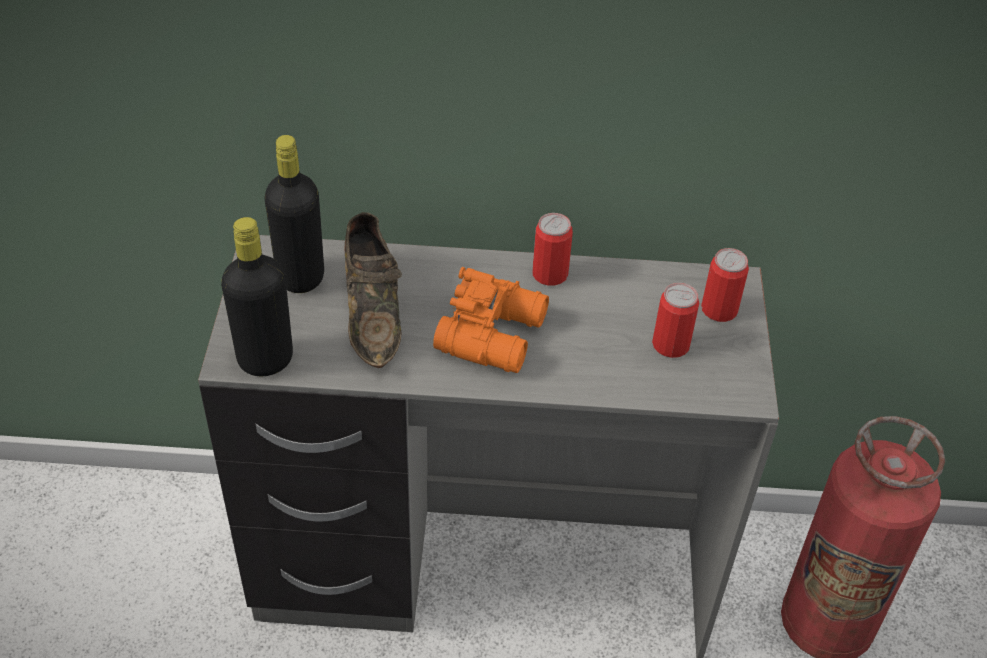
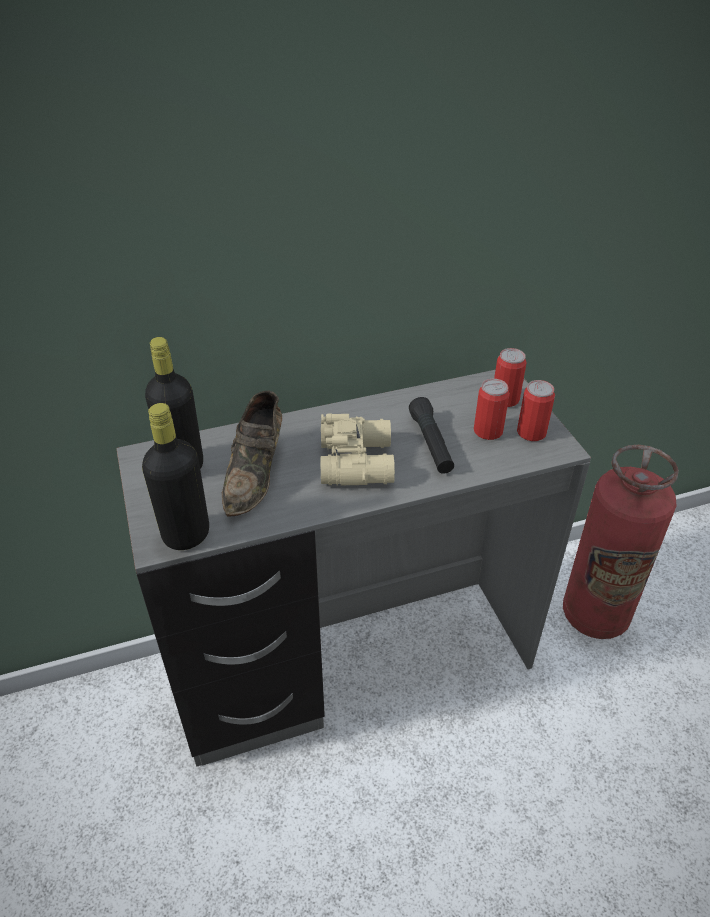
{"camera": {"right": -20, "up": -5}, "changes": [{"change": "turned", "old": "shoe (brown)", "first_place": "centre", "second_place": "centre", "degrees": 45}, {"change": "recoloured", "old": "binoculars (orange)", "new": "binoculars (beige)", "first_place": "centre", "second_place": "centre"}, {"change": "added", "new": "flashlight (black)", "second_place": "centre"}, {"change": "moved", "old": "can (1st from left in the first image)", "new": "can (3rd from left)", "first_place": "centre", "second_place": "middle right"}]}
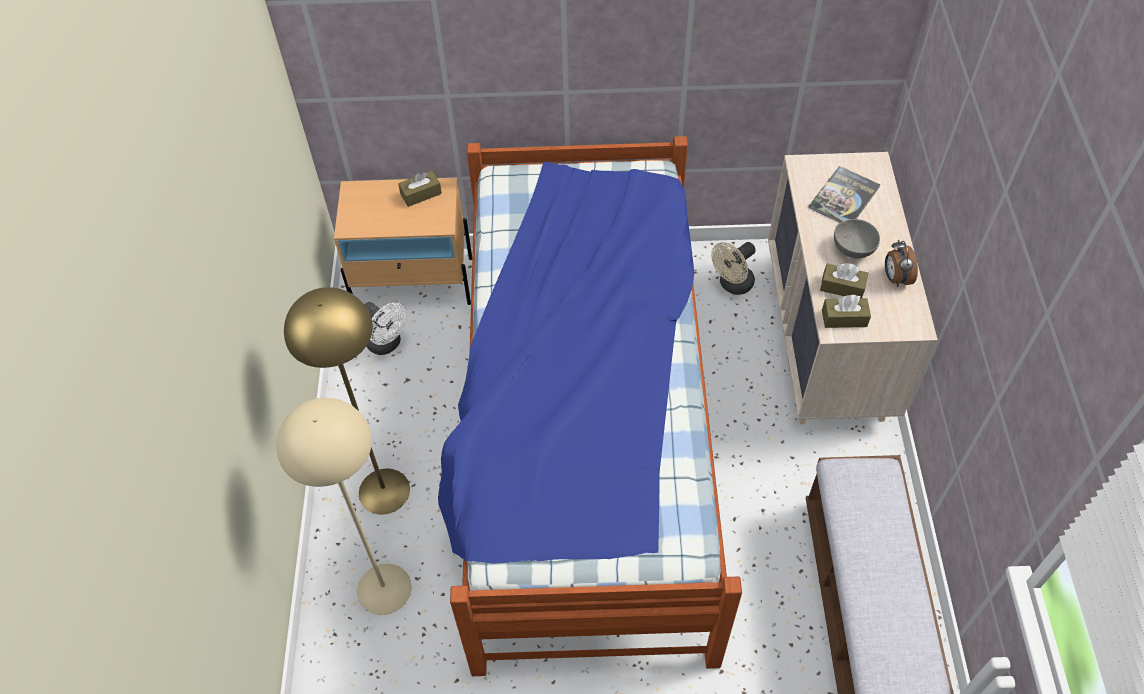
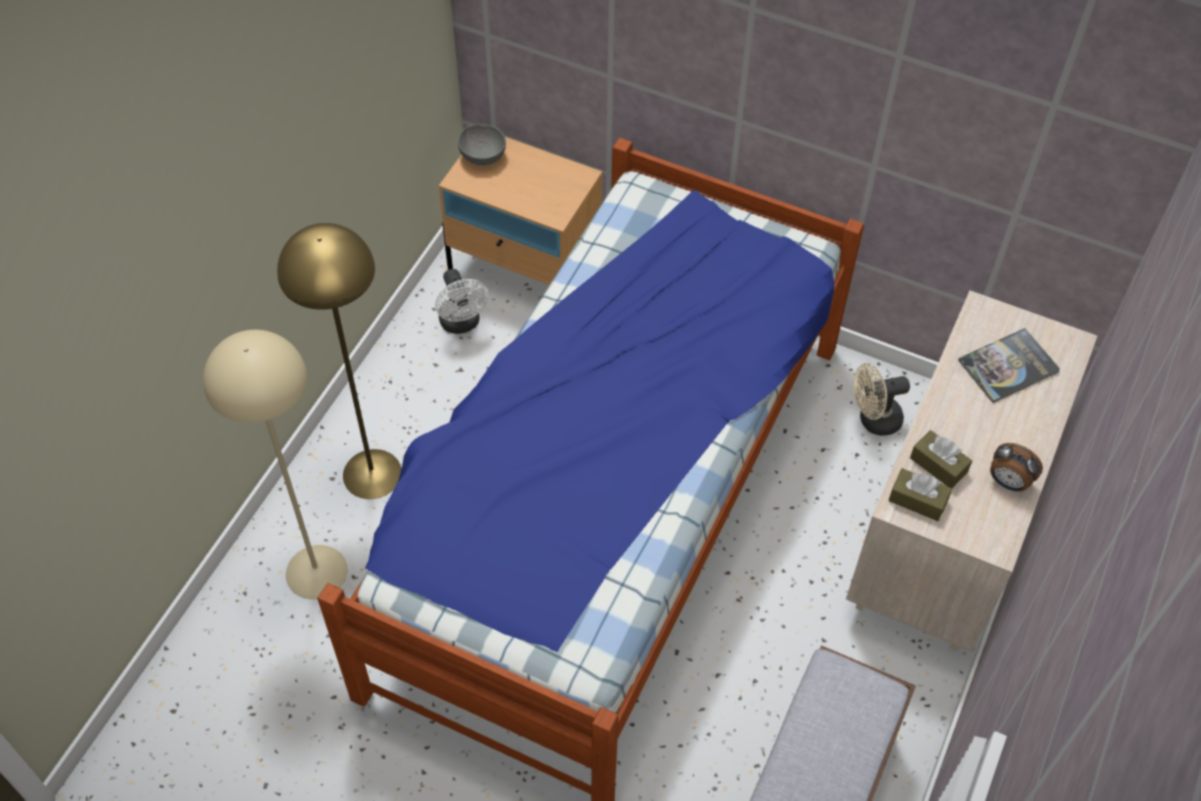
{"camera": {"right": 25, "up": 0}, "changes": [{"change": "moved", "old": "bowl (grey)", "first_place": "middle right", "second_place": "top centre"}, {"change": "turned", "old": "alarm clock", "first_place": "middle right", "second_place": "middle right", "degrees": -75}, {"change": "removed", "old": "tissue box (brown) (1st from left)", "first_place": "top centre"}]}
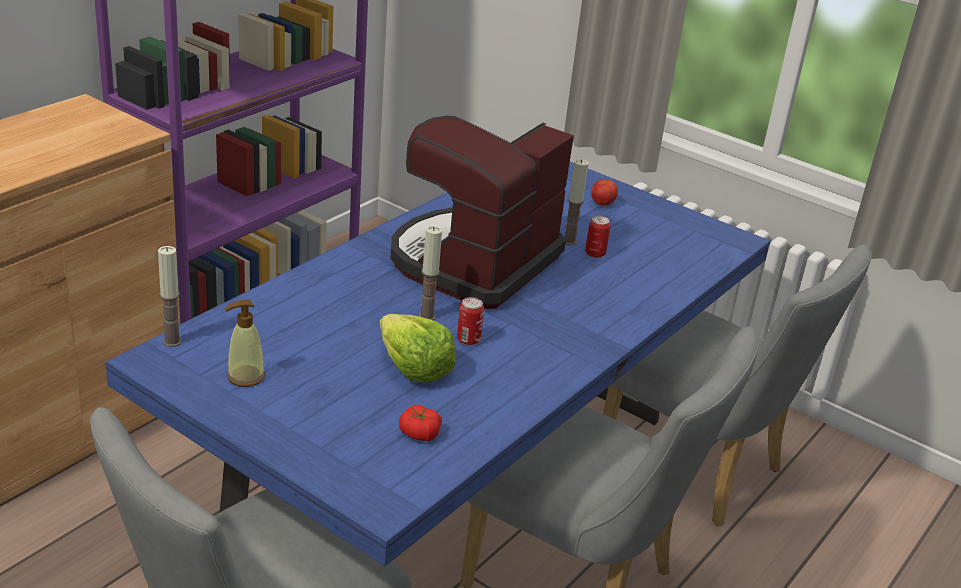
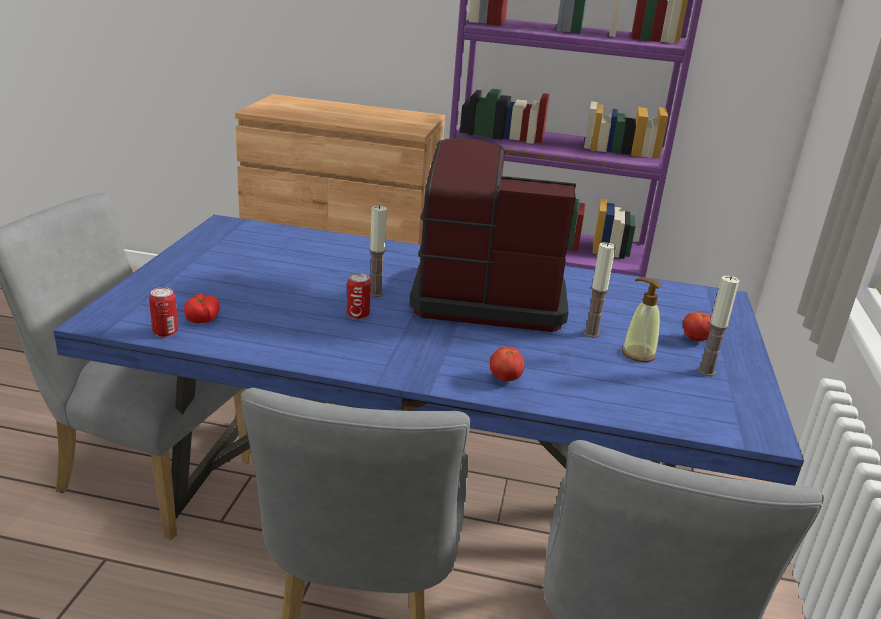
{"camera": {"right": 65, "up": -5}, "changes": [{"change": "moved", "old": "can (2nd from left in the first image)", "new": "can (1st from left)", "first_place": "centre", "second_place": "middle left"}, {"change": "added", "new": "tomato (2nd from left)", "second_place": "centre"}, {"change": "moved", "old": "soap dispenser", "first_place": "middle left", "second_place": "middle right"}, {"change": "moved", "old": "candle (1st from left in the first image)", "new": "candle (3rd from left)", "first_place": "middle left", "second_place": "middle right"}, {"change": "removed", "old": "lettuce", "first_place": "centre"}]}
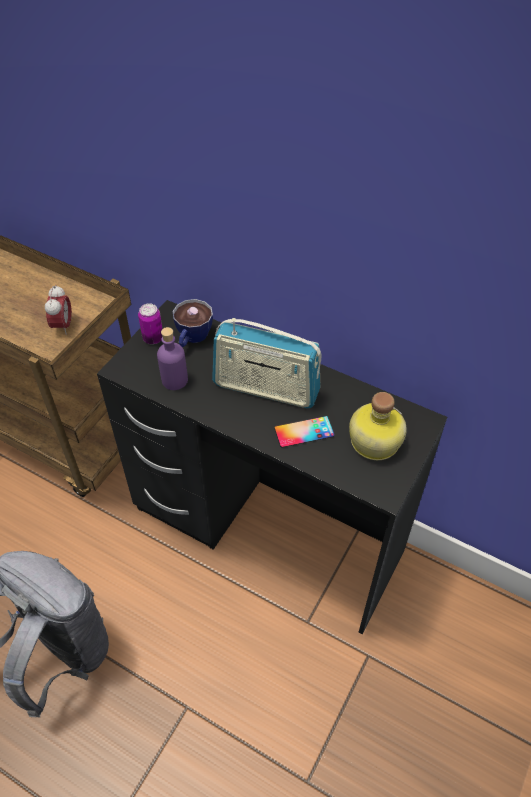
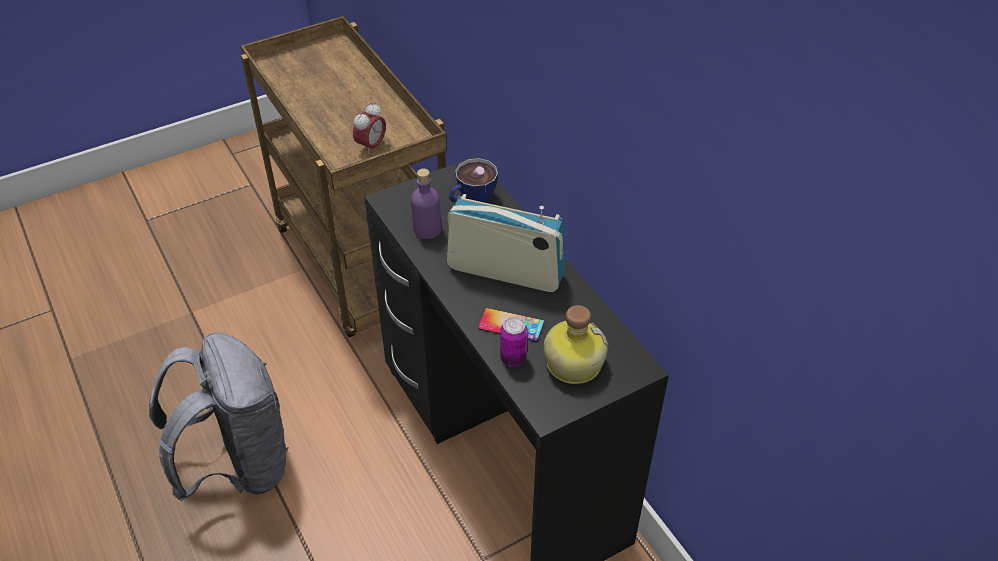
{"camera": {"right": 30, "up": -5}, "changes": [{"change": "turned", "old": "radio", "first_place": "centre", "second_place": "centre", "degrees": 150}, {"change": "moved", "old": "can", "first_place": "middle left", "second_place": "centre"}]}
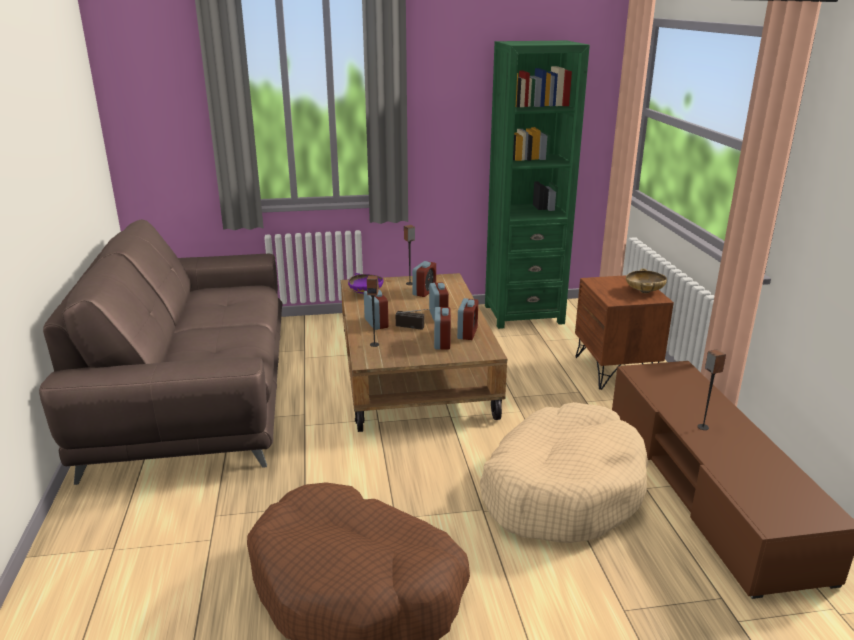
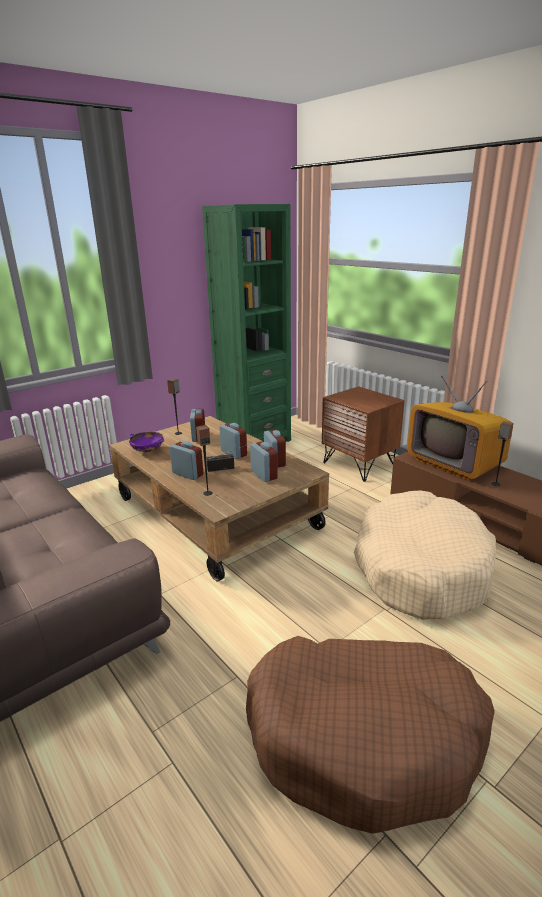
{"camera": {"right": -30, "up": 0}, "changes": [{"change": "added", "new": "television", "second_place": "middle right"}, {"change": "removed", "old": "bowl (beige)", "first_place": "middle right"}]}
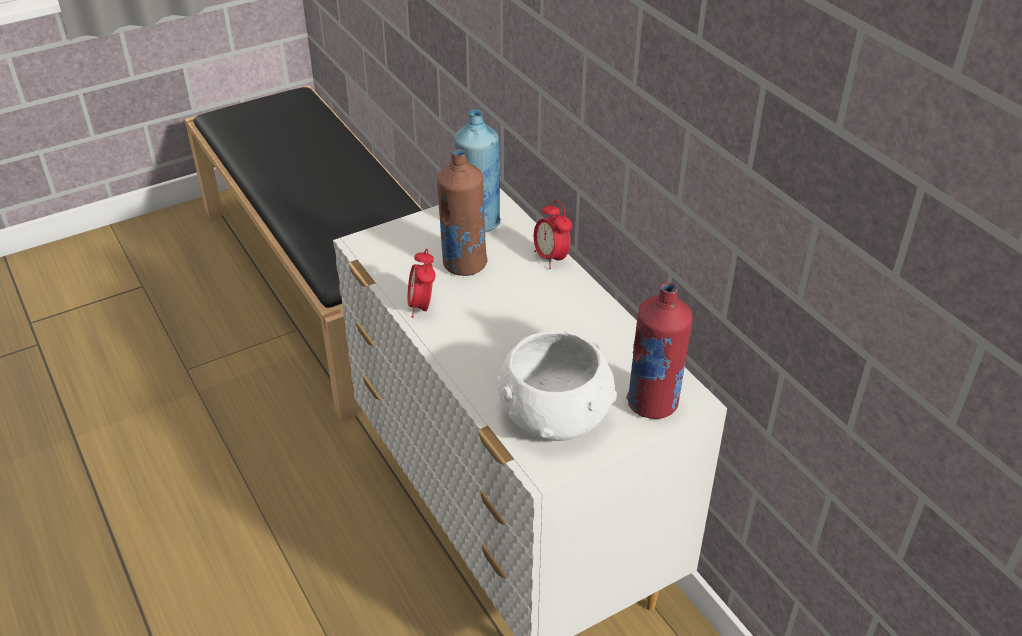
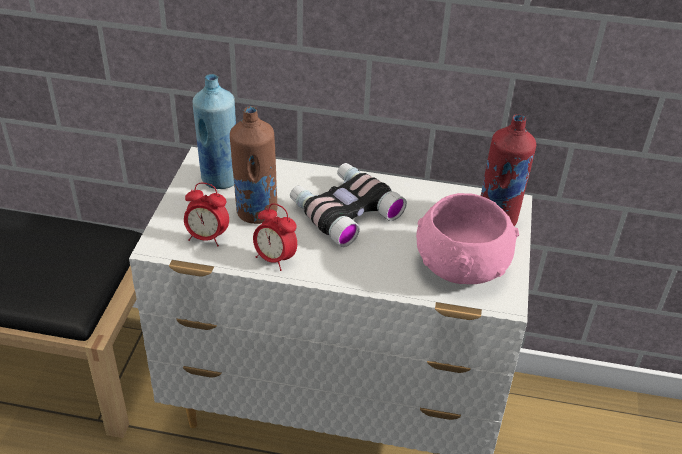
{"camera": {"right": -50, "up": 0}, "changes": [{"change": "moved", "old": "alarm clock (2nd from left in the first image)", "new": "alarm clock (1st from left)", "first_place": "centre", "second_place": "middle left"}, {"change": "added", "new": "binoculars", "second_place": "centre"}, {"change": "recoloured", "old": "bowl (white)", "new": "bowl (pink)", "first_place": "centre", "second_place": "middle right"}]}
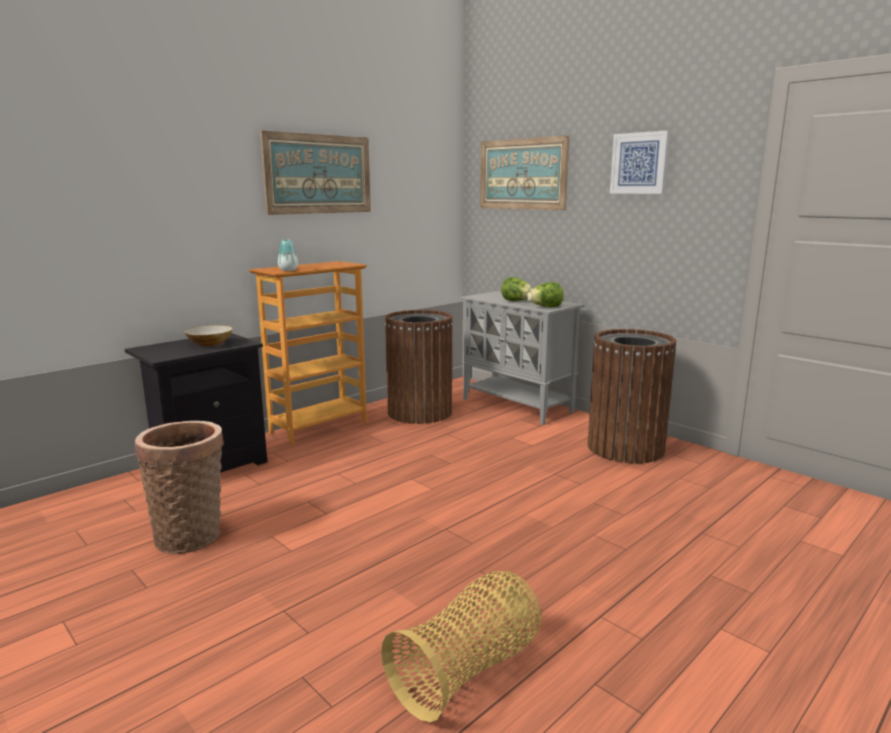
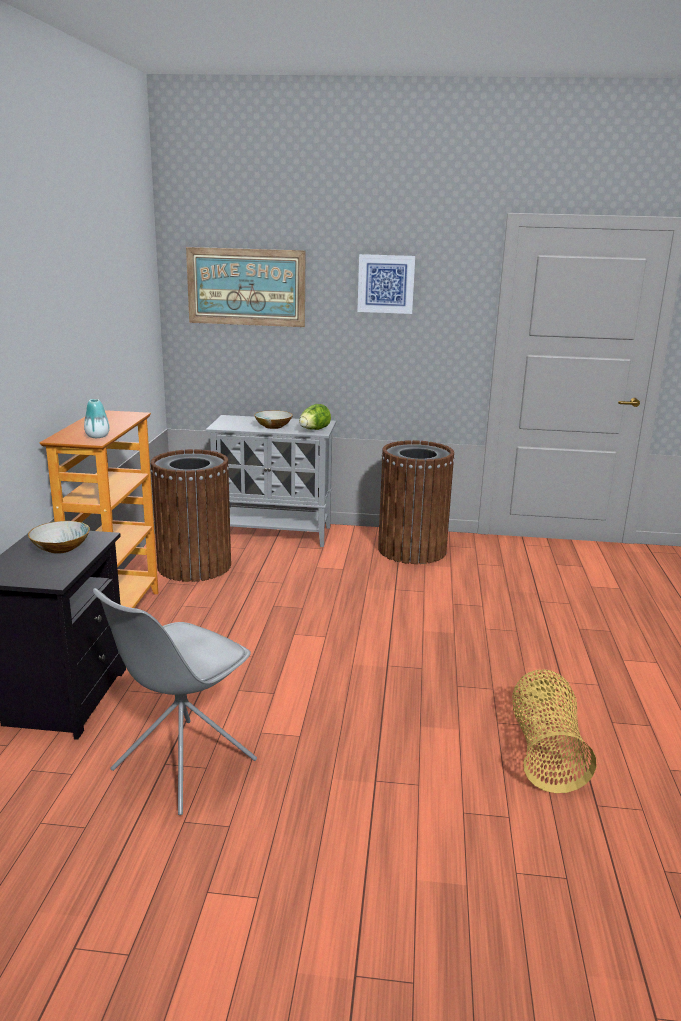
{"camera": {"right": -40, "up": 5}, "changes": [{"change": "replaced", "old": "basket (1st from left)", "new": "chair (grey)", "first_place": "middle left", "second_place": "bottom left"}, {"change": "replaced", "old": "lettuce (1st from left)", "new": "bowl (2nd from left)", "first_place": "centre", "second_place": "centre"}, {"change": "removed", "old": "picture (1st from left)", "first_place": "top centre"}]}
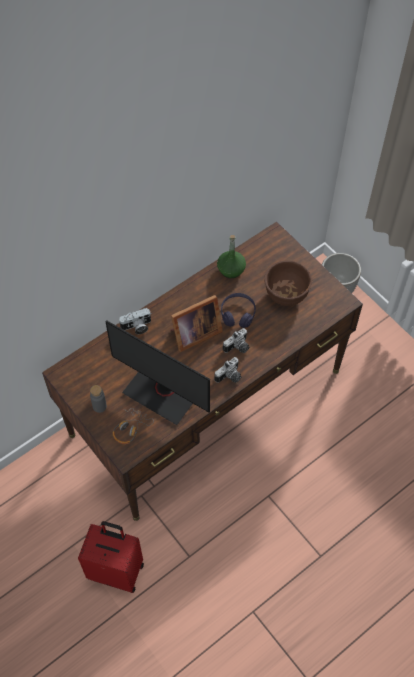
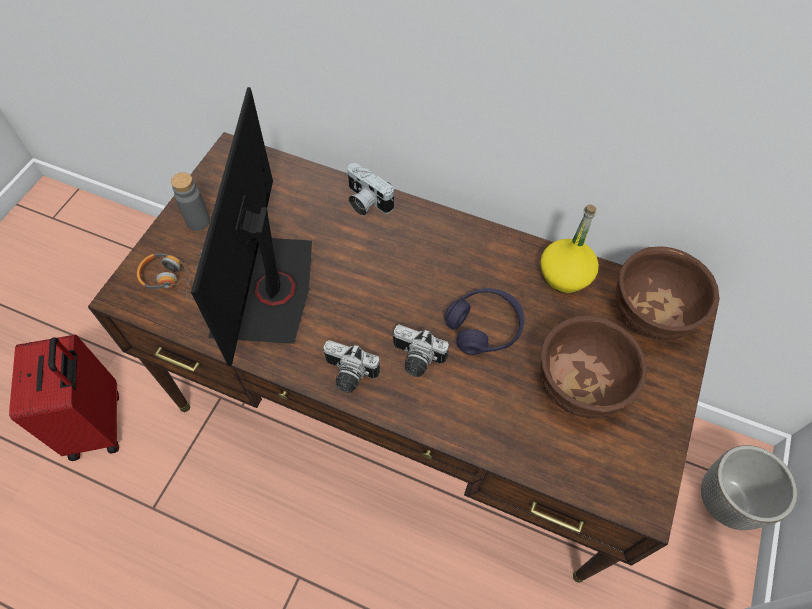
{"camera": {"right": 60, "up": 0}, "changes": [{"change": "recoloured", "old": "bottle (green)", "new": "bottle (yellow)", "first_place": "centre", "second_place": "middle right"}, {"change": "added", "new": "bowl (brown) (2nd from left)", "second_place": "middle right"}, {"change": "removed", "old": "picture frame", "first_place": "centre"}]}
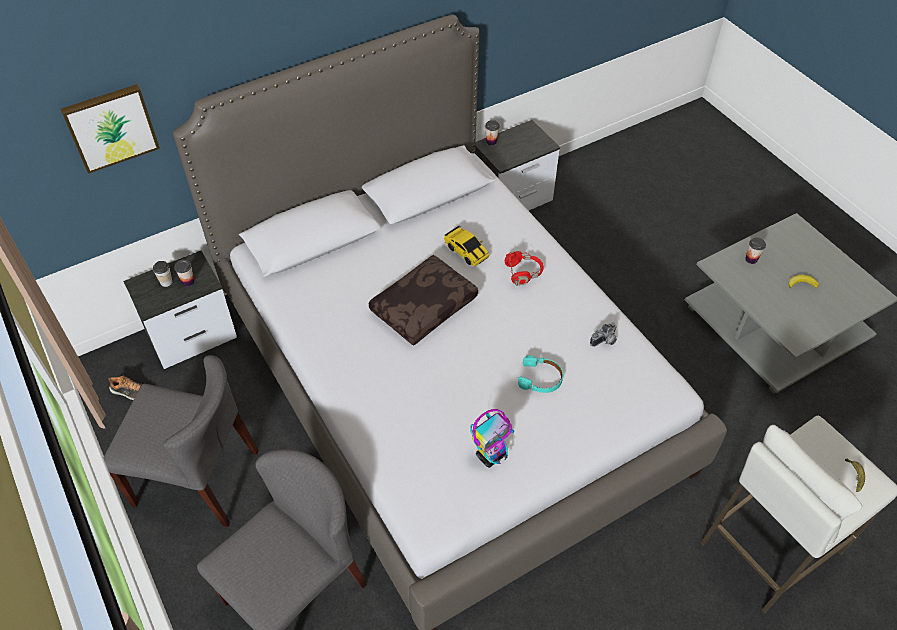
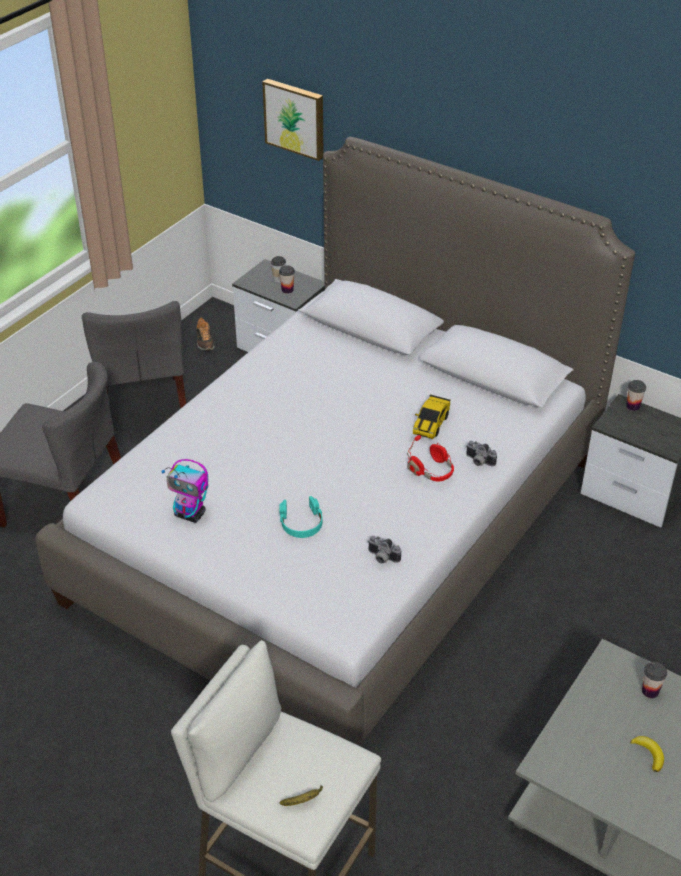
{"camera": {"right": 65, "up": -10}, "changes": [{"change": "added", "new": "photo camera (2nd from left)", "second_place": "middle right"}, {"change": "removed", "old": "pillow (brown)", "first_place": "centre"}]}
